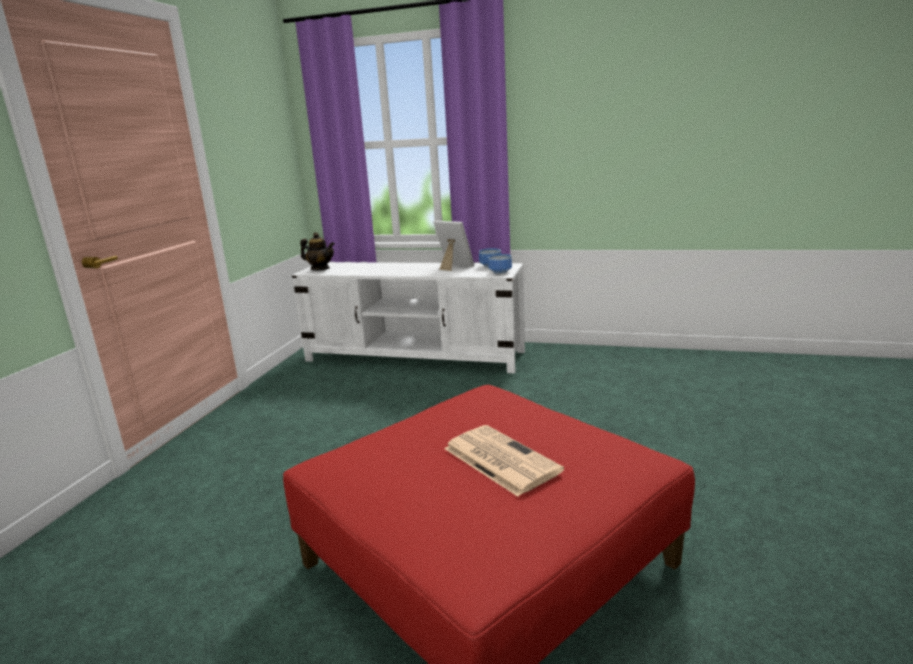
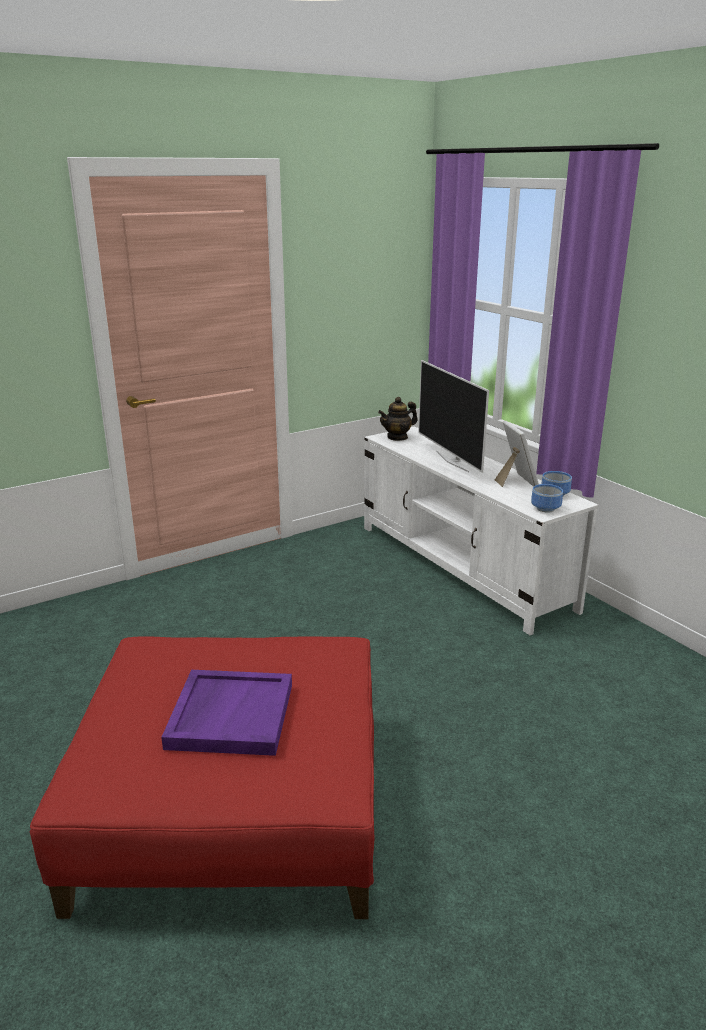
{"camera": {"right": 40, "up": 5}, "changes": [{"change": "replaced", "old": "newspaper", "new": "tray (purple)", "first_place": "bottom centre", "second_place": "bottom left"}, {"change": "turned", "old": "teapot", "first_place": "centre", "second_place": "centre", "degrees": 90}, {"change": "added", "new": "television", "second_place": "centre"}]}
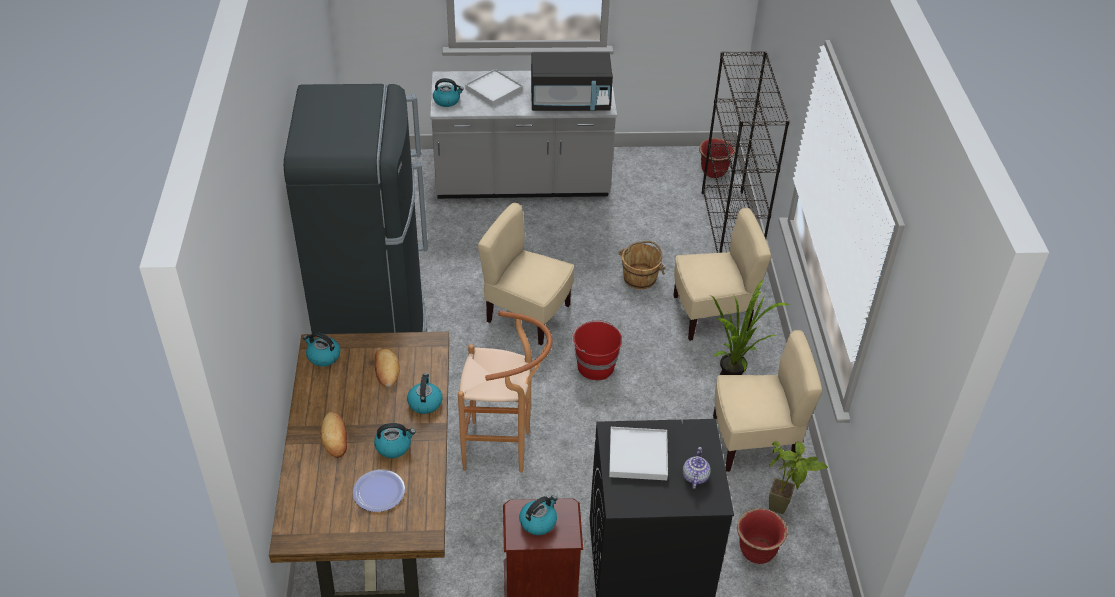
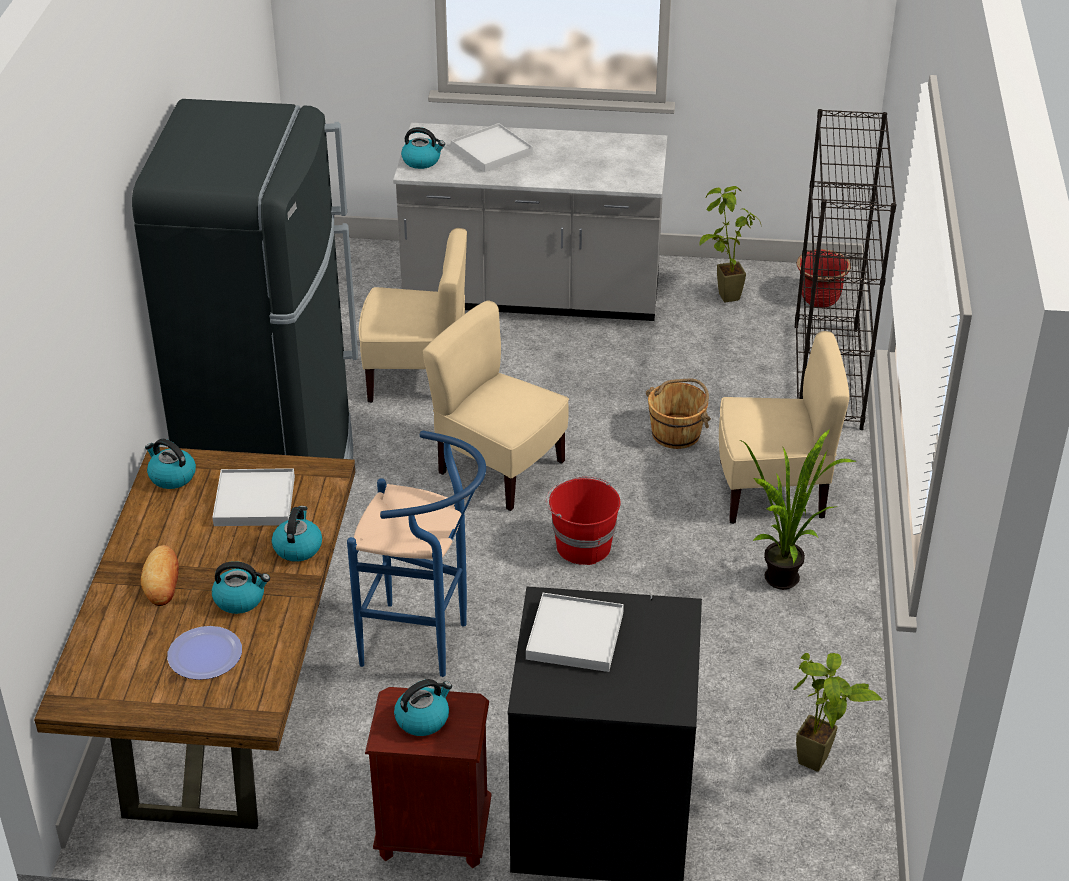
{"camera": {"right": 10, "up": -5}, "changes": [{"change": "replaced", "old": "bread (2nd from left)", "new": "tray (white) (1st from left)", "first_place": "centre", "second_place": "middle left"}, {"change": "recoloured", "old": "stool (brown)", "new": "stool (blue)", "first_place": "centre", "second_place": "centre"}, {"change": "moved", "old": "chair (beige) (3rd from left in the first image)", "new": "chair (beige) (1st from left)", "first_place": "bottom right", "second_place": "centre"}, {"change": "added", "new": "potted plant (1st from left)", "second_place": "top right"}, {"change": "removed", "old": "microwave (black)", "first_place": "top centre"}, {"change": "removed", "old": "teapot", "first_place": "bottom centre"}, {"change": "removed", "old": "planter (red) (2nd from left)", "first_place": "bottom right"}]}
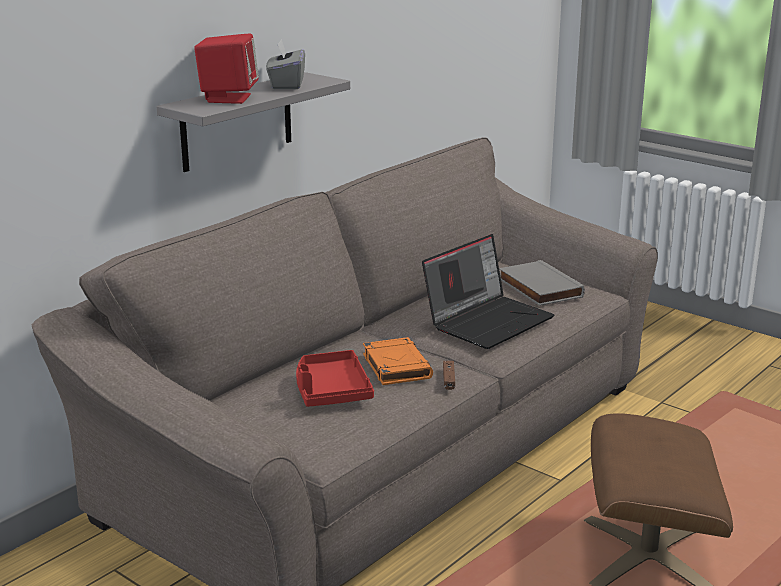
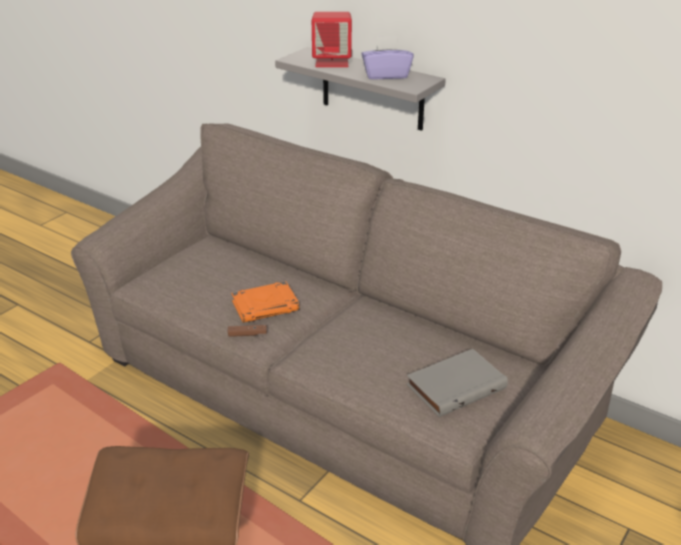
{"camera": {"right": 85, "up": 10}, "changes": [{"change": "recoloured", "old": "tissue box (grey)", "new": "tissue box (purple)", "first_place": "top centre", "second_place": "top centre"}, {"change": "removed", "old": "tray (red)", "first_place": "centre"}, {"change": "removed", "old": "laptop", "first_place": "centre"}]}
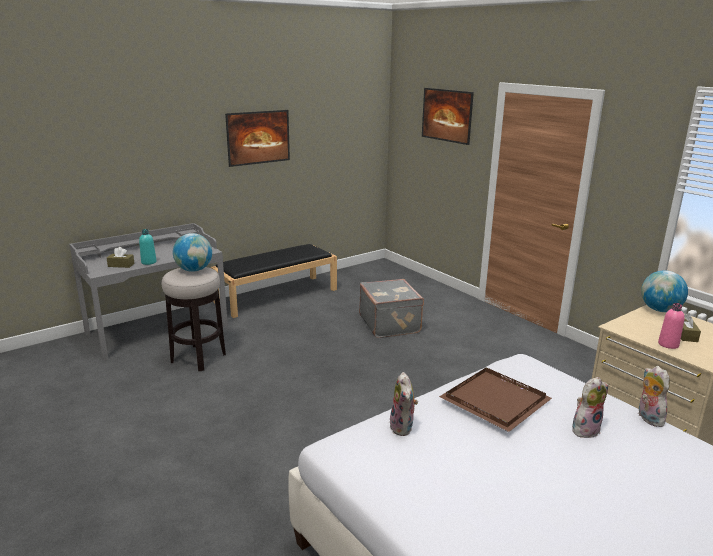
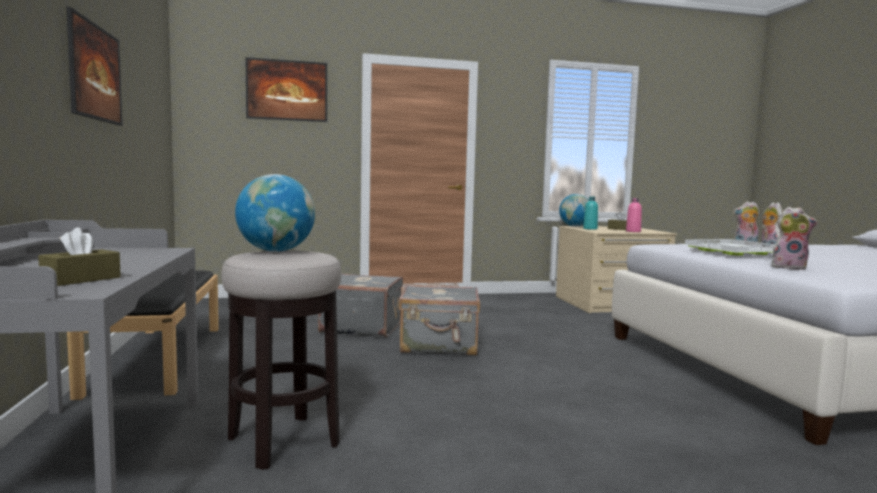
{"camera": {"right": -65, "up": -15}, "changes": [{"change": "added", "new": "suitcase (grey) (2nd from left)", "second_place": "centre"}, {"change": "moved", "old": "bottle (turquoise)", "first_place": "middle left", "second_place": "middle right"}, {"change": "recoloured", "old": "tray (brown)", "new": "tray (white)", "first_place": "bottom right", "second_place": "middle right"}]}
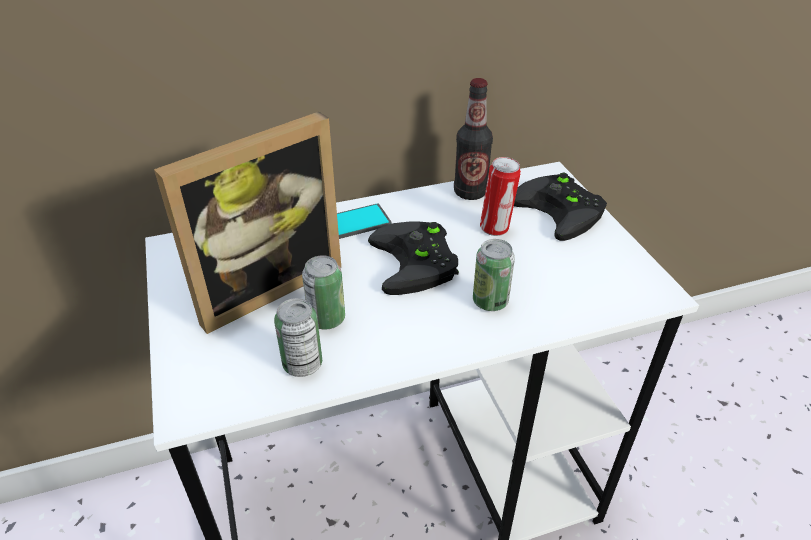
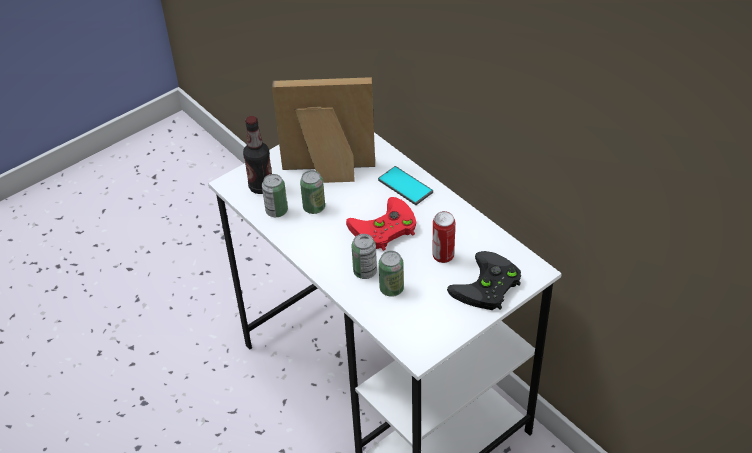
{"camera": {"right": 70, "up": 5}, "changes": [{"change": "moved", "old": "bottle", "first_place": "top centre", "second_place": "centre"}, {"change": "turned", "old": "picture frame", "first_place": "middle left", "second_place": "top centre", "degrees": 150}, {"change": "recoloured", "old": "game controller (black) (1st from left)", "new": "game controller (red)", "first_place": "centre", "second_place": "centre"}, {"change": "added", "new": "can (4th from left)", "second_place": "centre"}]}
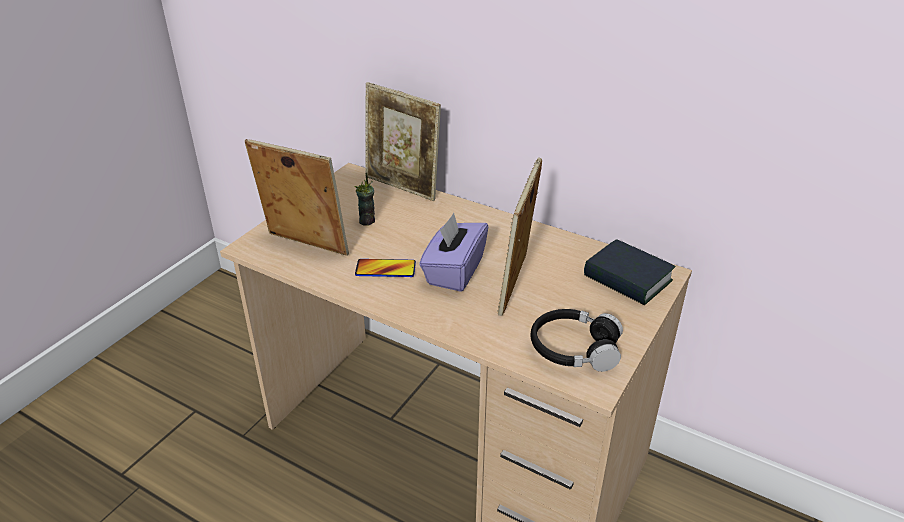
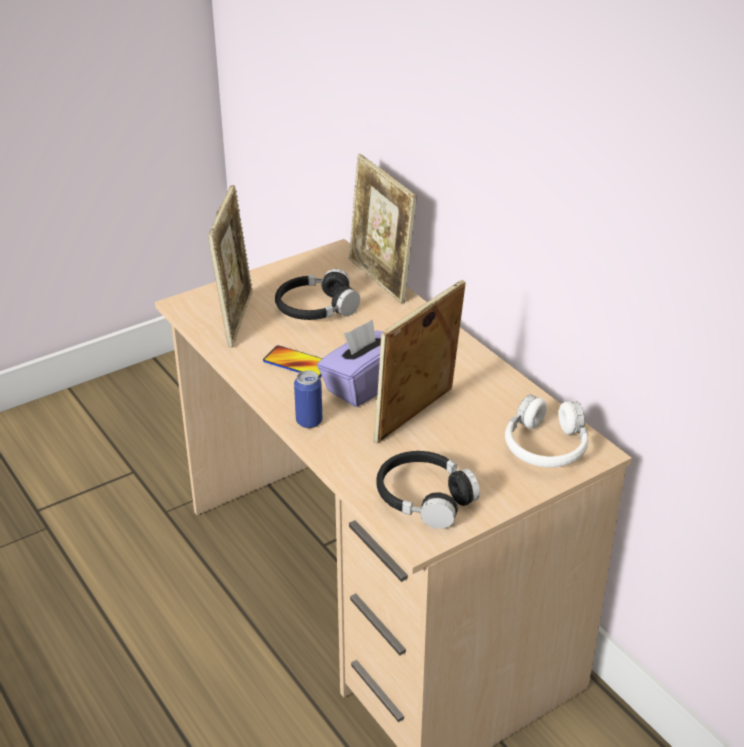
{"camera": {"right": 25, "up": 0}, "changes": [{"change": "turned", "old": "picture frame (1st from left)", "first_place": "middle left", "second_place": "middle left", "degrees": 45}, {"change": "replaced", "old": "cup", "new": "headphones (black) (1st from left)", "first_place": "centre", "second_place": "centre"}, {"change": "added", "new": "can", "second_place": "centre"}, {"change": "replaced", "old": "book", "new": "headphones (white)", "first_place": "middle right", "second_place": "middle right"}]}
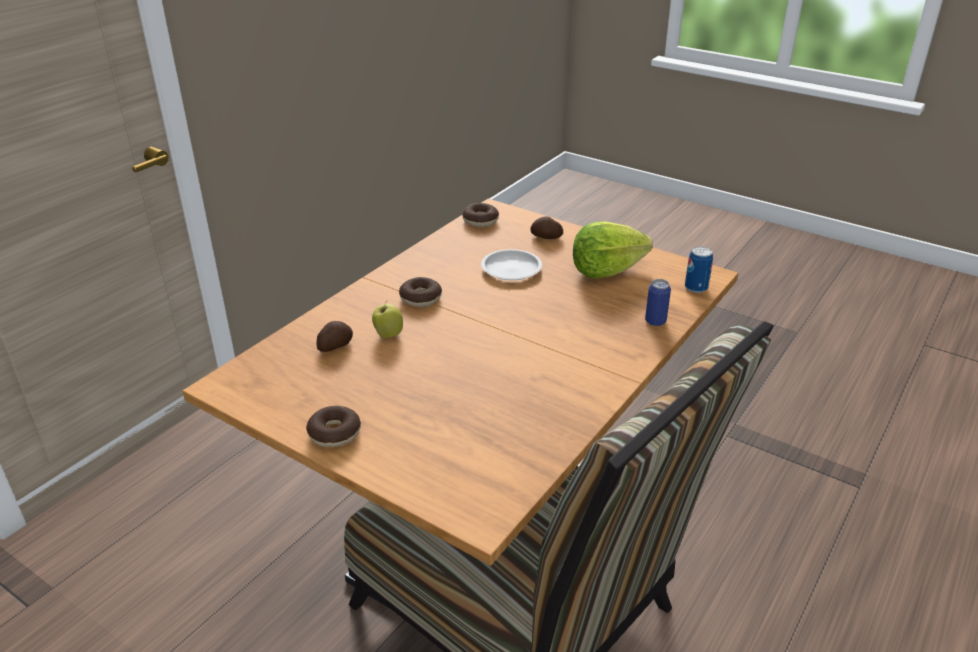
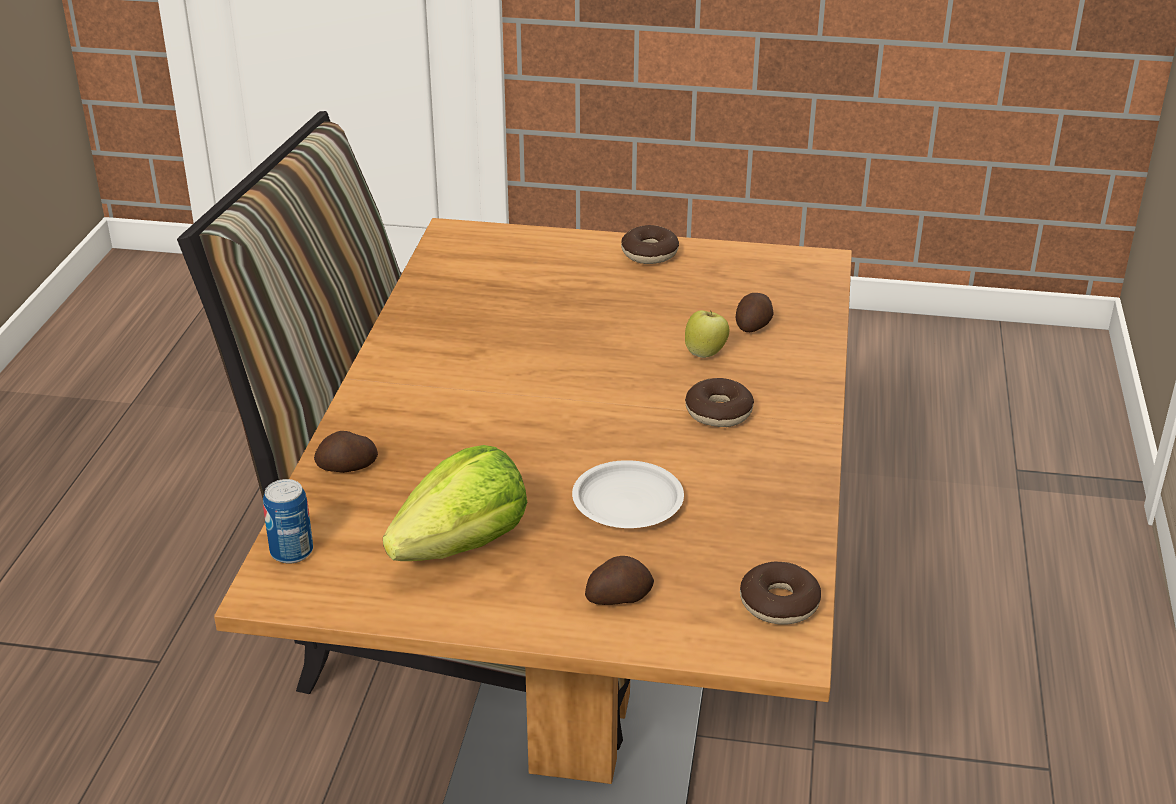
{"camera": {"right": 155, "up": 0}, "changes": [{"change": "replaced", "old": "can (1st from left)", "new": "potato (1st from left)", "first_place": "middle right", "second_place": "middle left"}]}
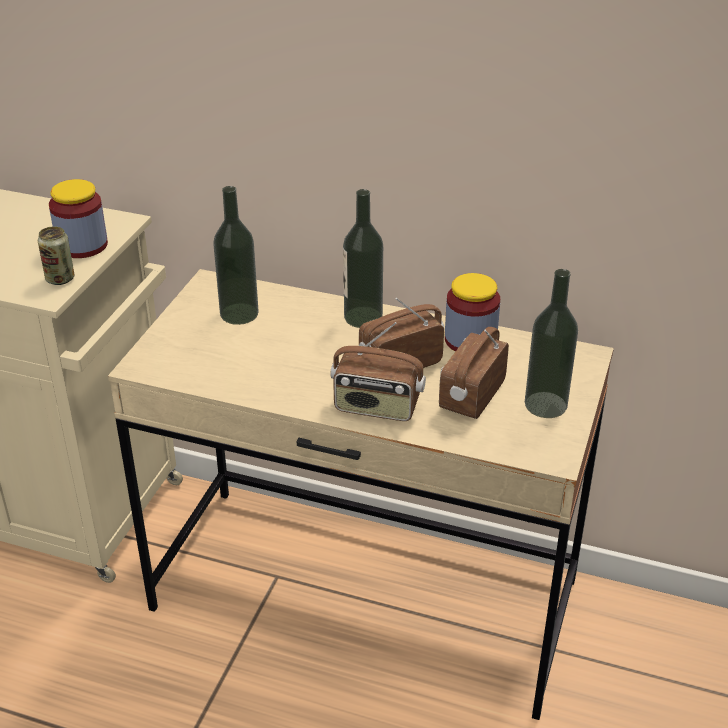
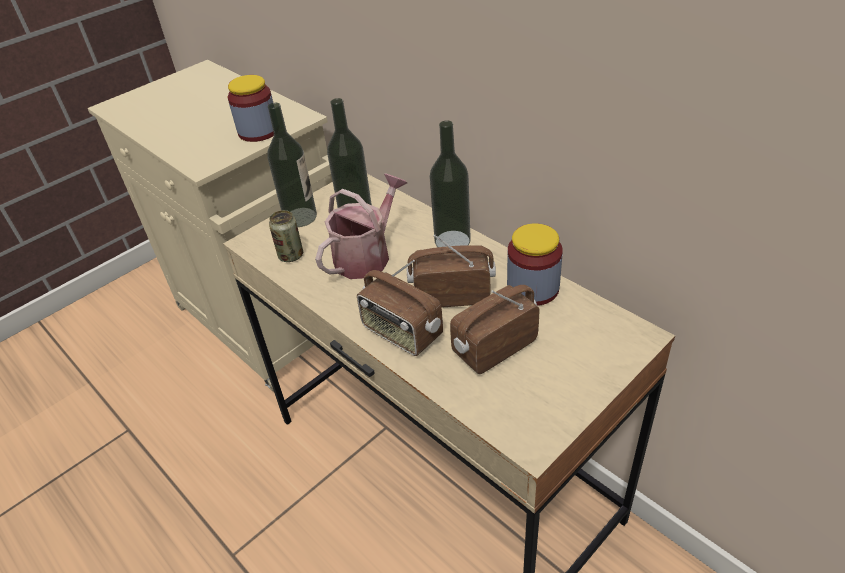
{"camera": {"right": 30, "up": 5}, "changes": [{"change": "moved", "old": "bottle (3rd from left in the first image)", "new": "bottle (1st from left)", "first_place": "middle right", "second_place": "top centre"}, {"change": "moved", "old": "can", "first_place": "middle left", "second_place": "centre"}, {"change": "added", "new": "watering can", "second_place": "centre"}]}
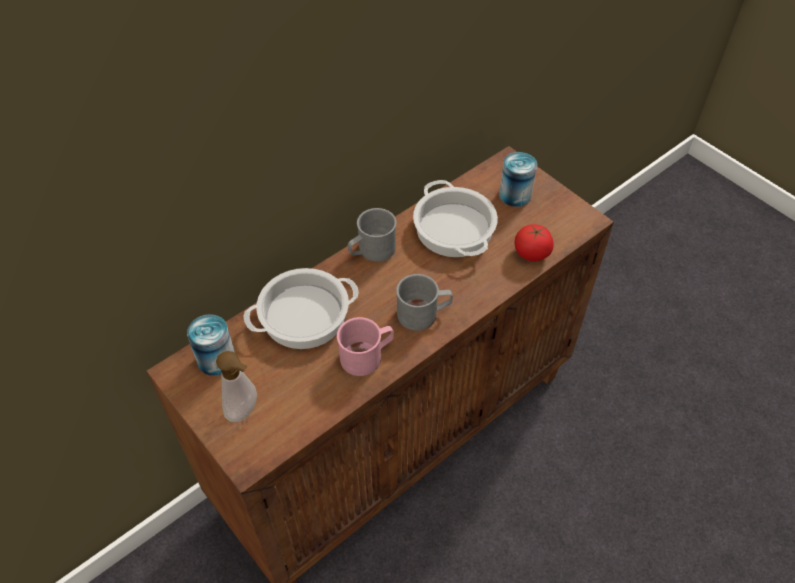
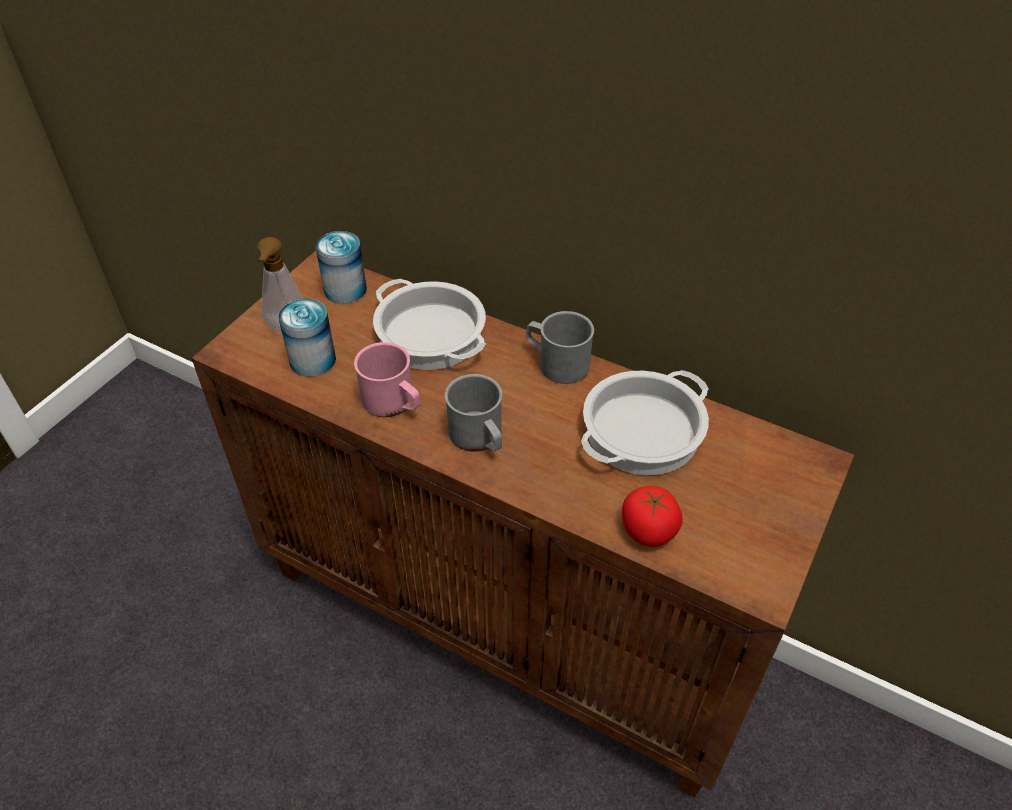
{"camera": {"right": 70, "up": -5}, "changes": [{"change": "moved", "old": "can (2nd from left in the first image)", "new": "can (1st from left)", "first_place": "top centre", "second_place": "middle left"}]}
